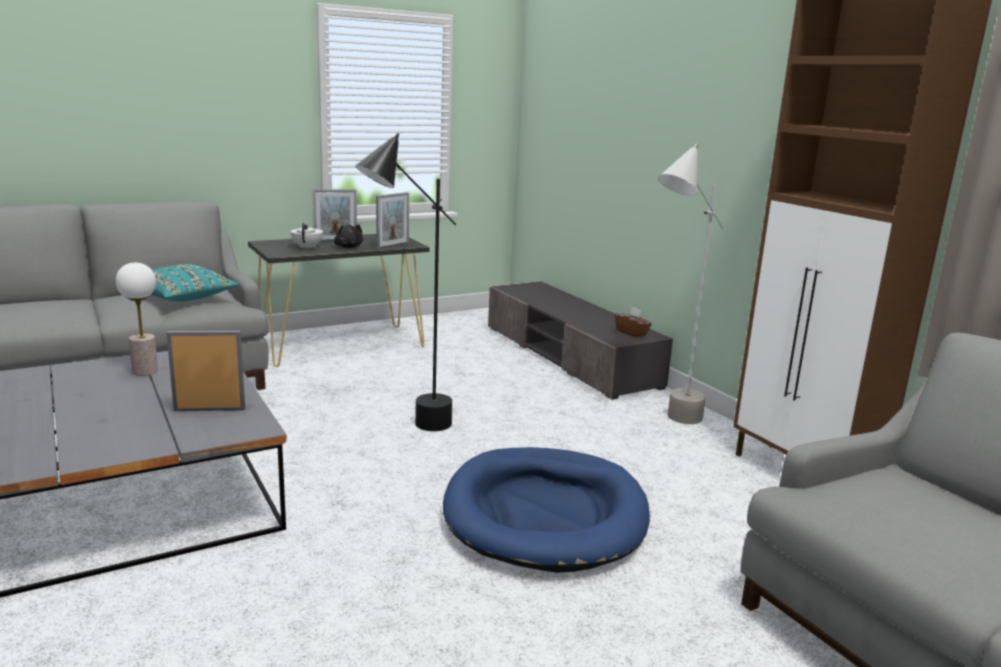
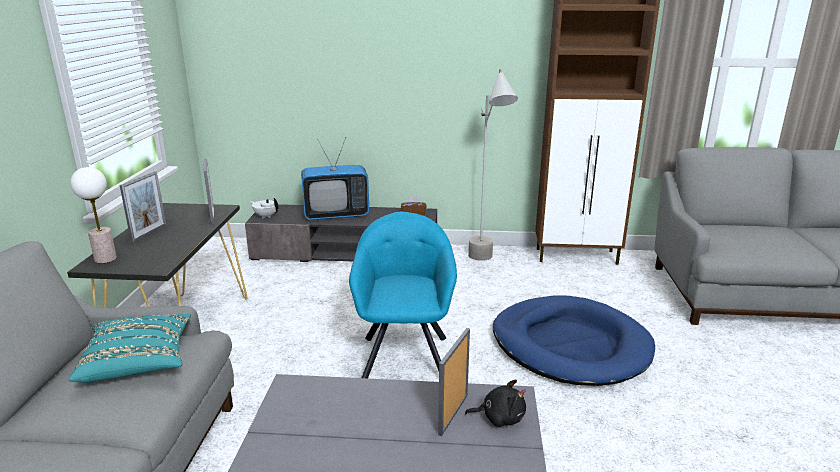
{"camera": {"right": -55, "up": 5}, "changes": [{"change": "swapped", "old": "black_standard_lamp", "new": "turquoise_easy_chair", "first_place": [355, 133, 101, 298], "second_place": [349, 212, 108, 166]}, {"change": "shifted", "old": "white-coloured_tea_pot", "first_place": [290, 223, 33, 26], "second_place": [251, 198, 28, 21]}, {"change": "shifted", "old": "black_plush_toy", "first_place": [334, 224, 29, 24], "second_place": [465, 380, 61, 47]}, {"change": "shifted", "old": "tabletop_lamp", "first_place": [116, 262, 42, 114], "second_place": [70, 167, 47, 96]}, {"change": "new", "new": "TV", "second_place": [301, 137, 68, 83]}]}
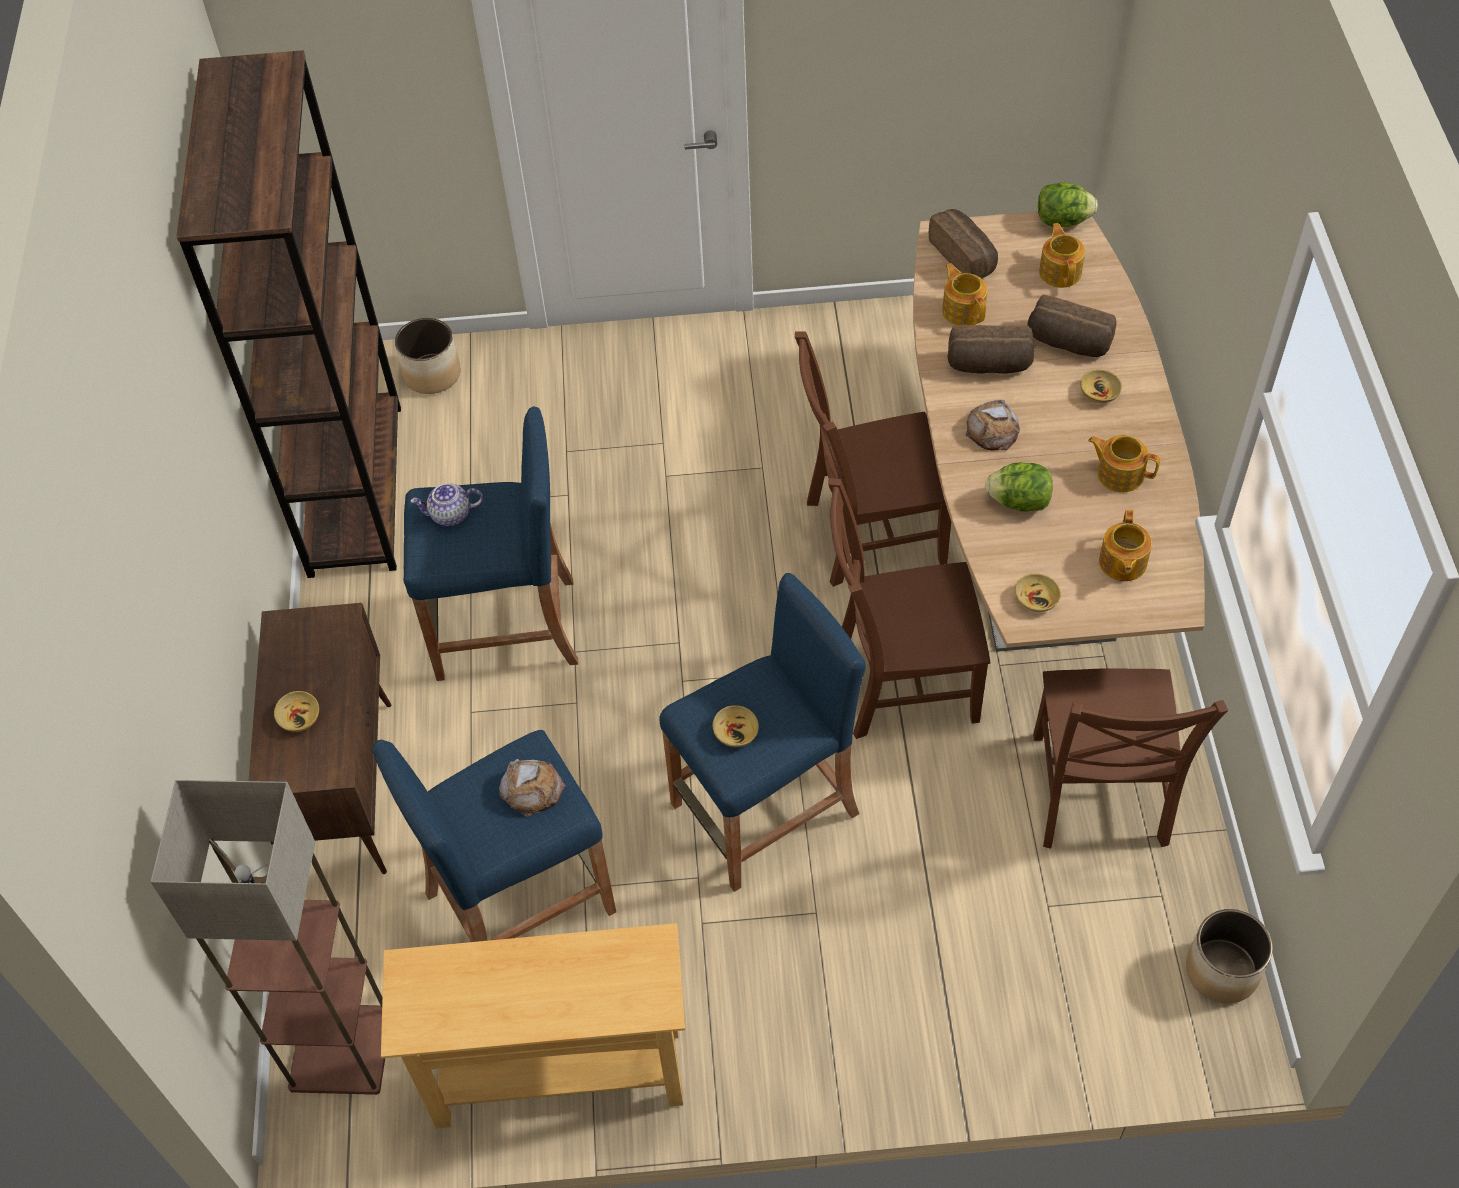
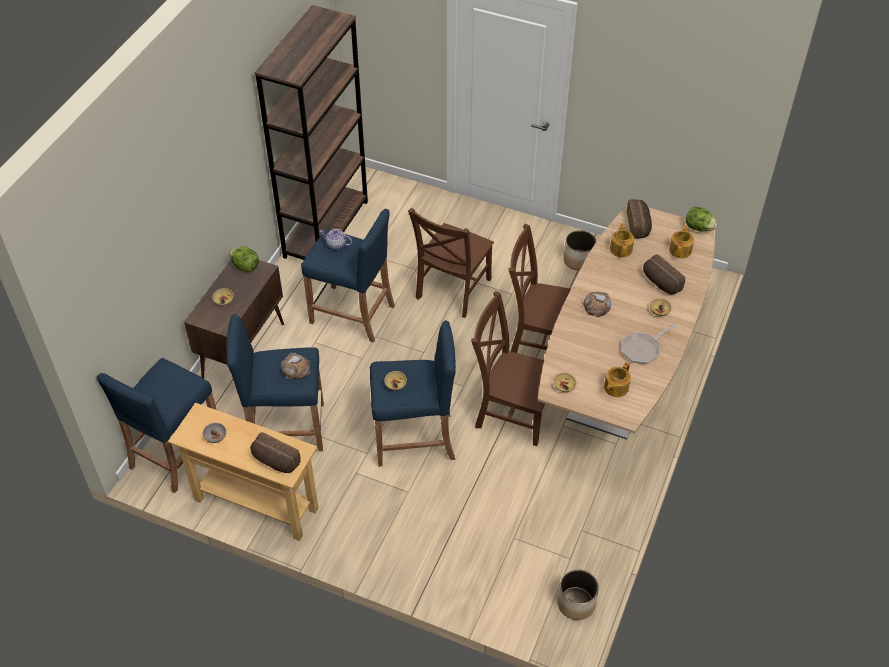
{"camera": {"right": 25, "up": -5}, "changes": [{"change": "shifted", "old": "flower_pot", "first_place": [395, 318, 65, 76], "second_place": [563, 230, 33, 41]}, {"change": "shifted", "old": "bakery_bread", "first_place": [947, 325, 88, 49], "second_place": [250, 432, 51, 41]}, {"change": "swapped", "old": "tea_pot", "new": "frying_pan", "first_place": [1088, 435, 72, 57], "second_place": [622, 324, 54, 40]}, {"change": "shifted", "old": "head_of_lettuce", "first_place": [985, 463, 68, 49], "second_place": [229, 246, 30, 26]}, {"change": "shifted", "old": "brown-coloured_chair", "first_place": [1033, 668, 195, 181], "second_place": [408, 208, 86, 110]}, {"change": "swapped", "old": "standard_lamp", "new": "bluish_stool_seat", "first_place": [151, 780, 234, 315], "second_place": [97, 358, 119, 135]}, {"change": "new", "new": "grey_deep_dish", "second_place": [203, 423, 23, 20]}]}
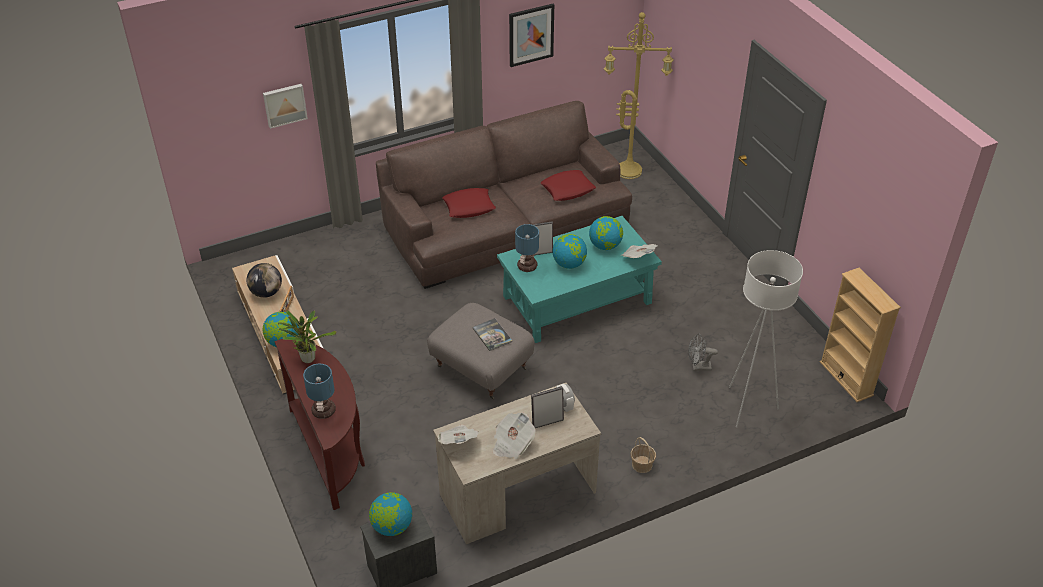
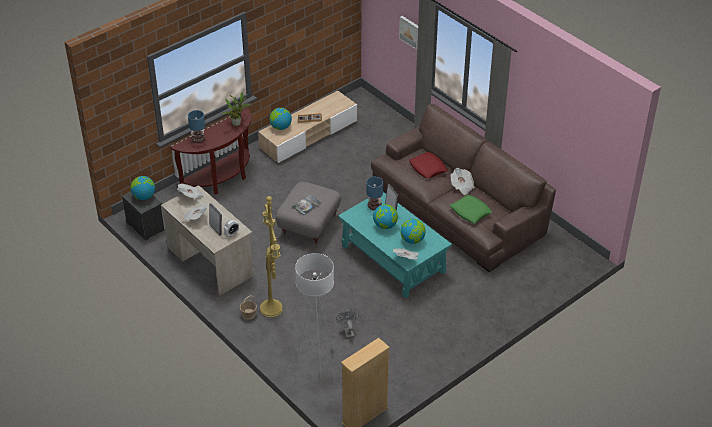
{"camera": {"right": 75, "up": 0}, "changes": [{"change": "gone", "old": "picture", "first_place": [509, 4, 45, 63]}, {"change": "shifted", "old": "yellow_standard_lamp", "first_place": [604, 12, 70, 167], "second_place": [260, 196, 23, 122]}, {"change": "repainted", "old": "red_pillow", "new": "green-coloured_pillow", "first_place": [541, 170, 55, 31], "second_place": [450, 195, 42, 28]}, {"change": "gone", "old": "globe", "first_place": [246, 263, 36, 35]}, {"change": "new", "new": "newspaper", "second_place": [450, 168, 25, 27]}]}
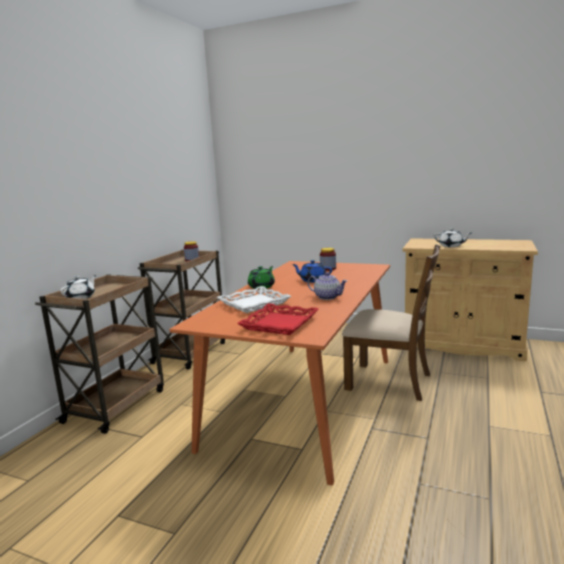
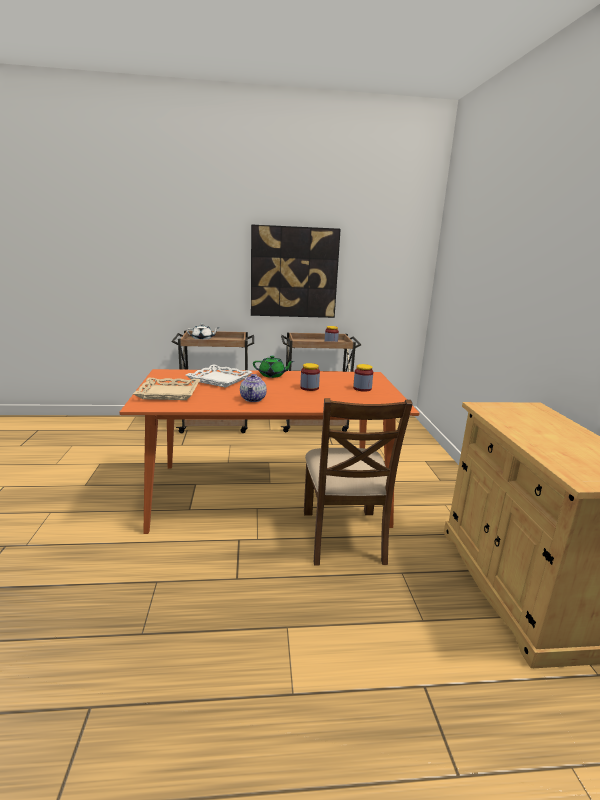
{"camera": {"right": 60, "up": 5}, "changes": [{"change": "gone", "old": "white-coloured_tea_pot", "first_place": [433, 228, 38, 19]}, {"change": "swapped", "old": "bluish_tea_pot", "new": "storage_jar", "first_place": [292, 260, 40, 23], "second_place": [300, 363, 20, 28]}, {"change": "repainted", "old": "red_carrying_tray", "new": "beige-coloured_carrying_tray", "first_place": [237, 303, 81, 32], "second_place": [133, 378, 67, 22]}, {"change": "new", "new": "picture", "second_place": [251, 224, 90, 94]}]}
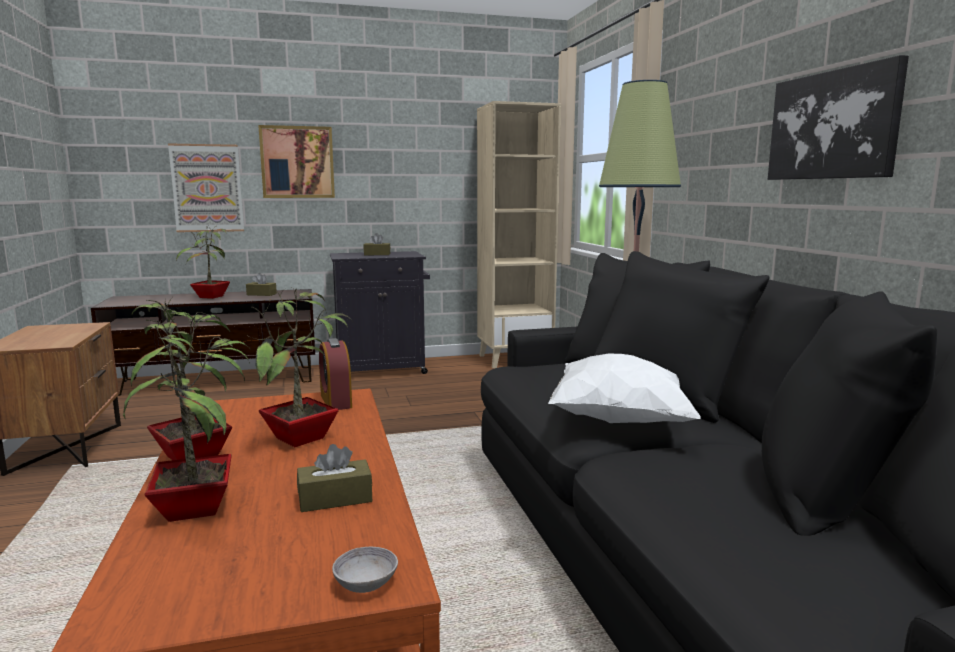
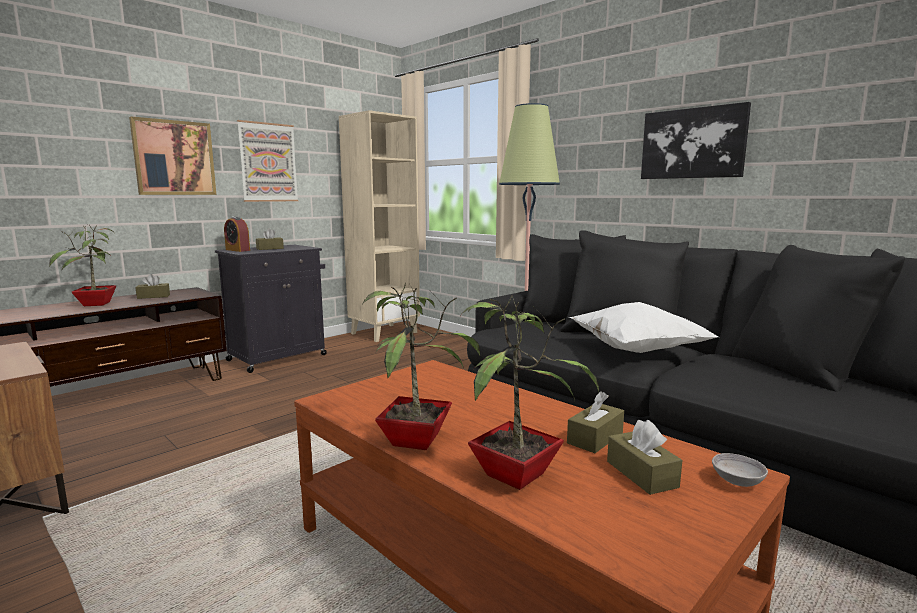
{"camera": {"right": -30, "up": 0}, "changes": [{"change": "shifted", "old": "picture", "first_place": [168, 143, 76, 89], "second_place": [237, 120, 61, 82]}, {"change": "gone", "old": "potted_plant", "first_place": [248, 287, 105, 160]}, {"change": "shifted", "old": "table_clock", "first_place": [319, 338, 33, 72], "second_place": [224, 217, 26, 35]}, {"change": "new", "new": "brown-coloured_tissue_holder", "second_place": [607, 420, 75, 75]}]}
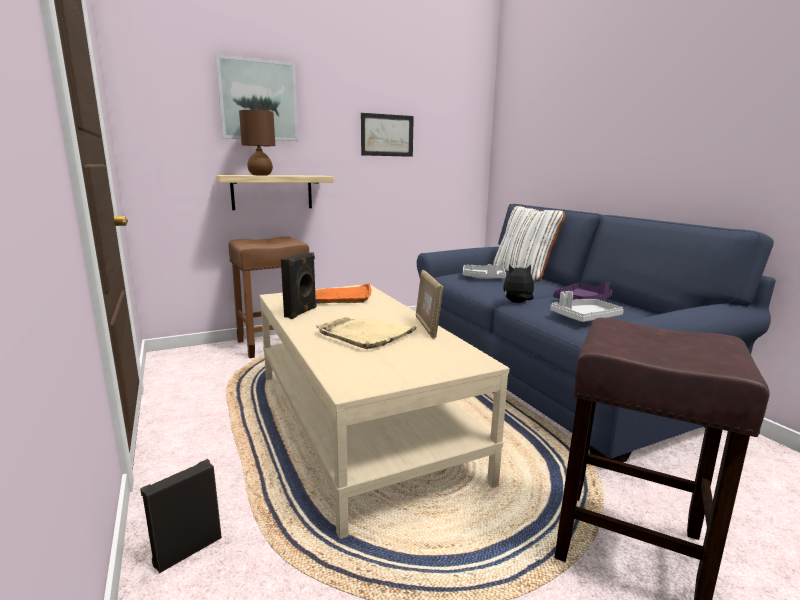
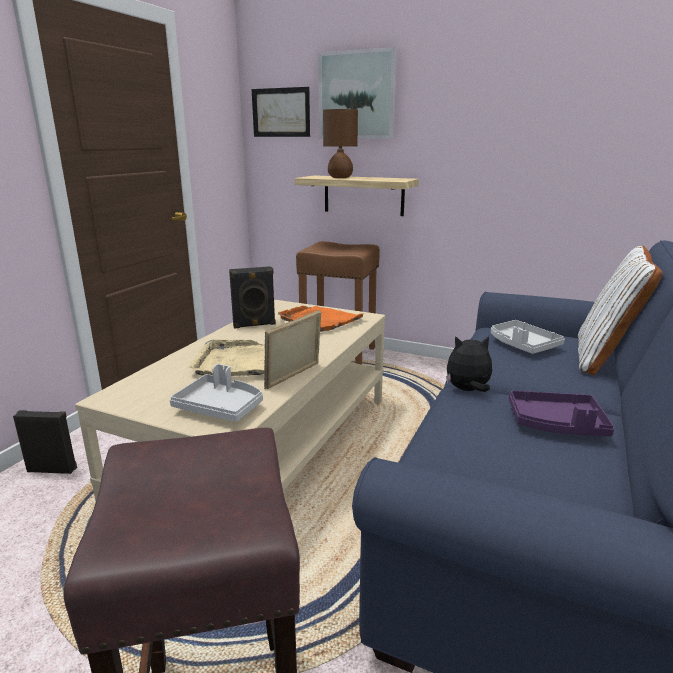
{"camera": {"right": 50, "up": 5}, "changes": [{"change": "shifted", "old": "picture", "first_place": [361, 113, 53, 44], "second_place": [252, 87, 58, 50]}, {"change": "rotated", "old": "plush_toy", "first_place": [503, 265, 31, 38], "second_place": [446, 336, 46, 56], "degrees": -45}, {"change": "shifted", "old": "grey_carrying_tray", "first_place": [550, 291, 74, 31], "second_place": [170, 364, 93, 58]}]}
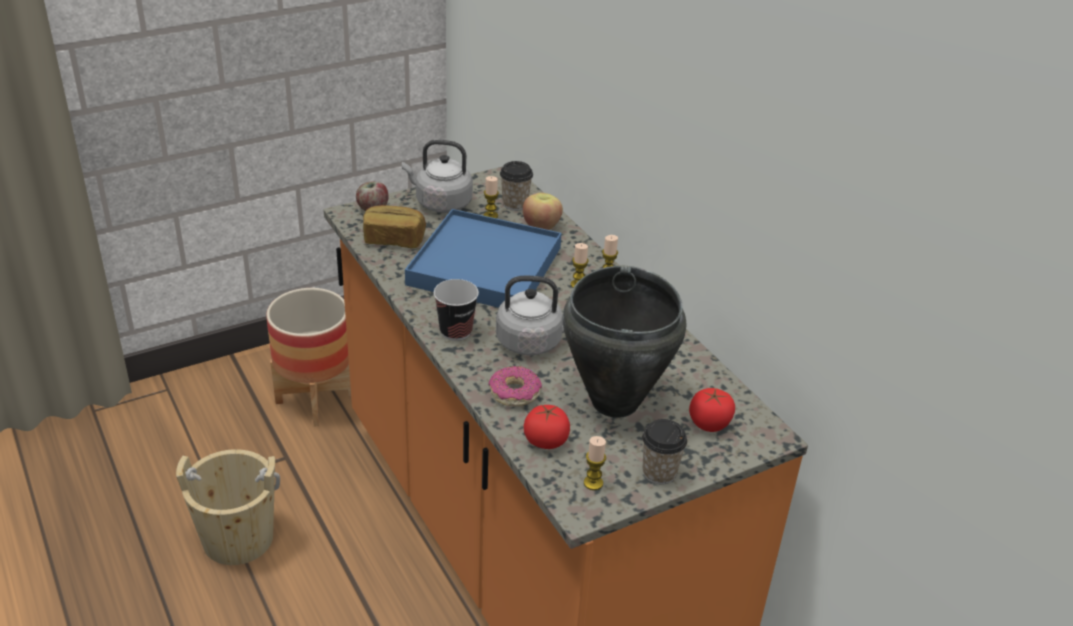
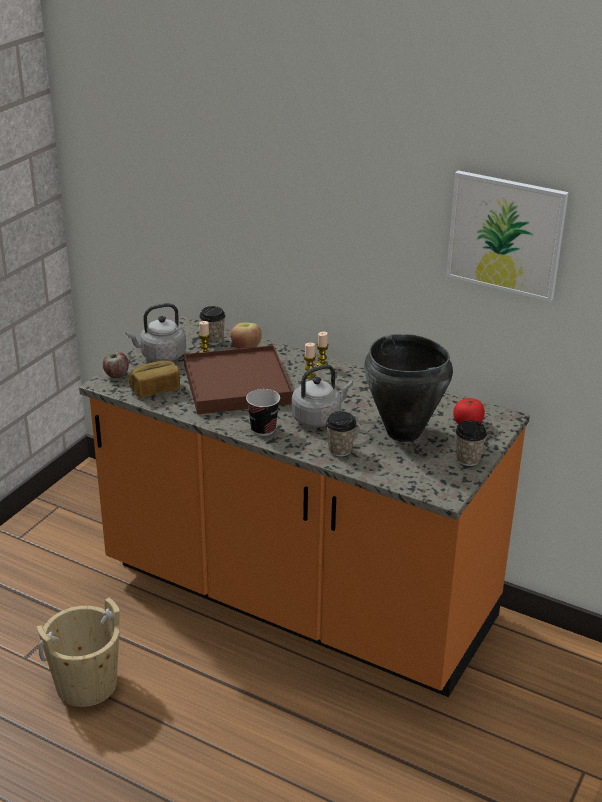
{"camera": {"right": -30, "up": -5}, "changes": [{"change": "repainted", "old": "bluish_carrying_tray", "new": "brown-coloured_carrying_tray", "first_place": [405, 209, 156, 99], "second_place": [184, 345, 109, 69]}, {"change": "gone", "old": "flower_pot", "first_place": [266, 288, 85, 139]}, {"change": "swapped", "old": "doughnut", "new": "cup", "first_place": [488, 366, 54, 40], "second_place": [326, 411, 31, 46]}, {"change": "gone", "old": "whole_tomato", "first_place": [524, 404, 46, 45]}, {"change": "gone", "old": "candle", "first_place": [584, 436, 22, 54]}, {"change": "new", "new": "picture", "second_place": [446, 170, 123, 132]}]}
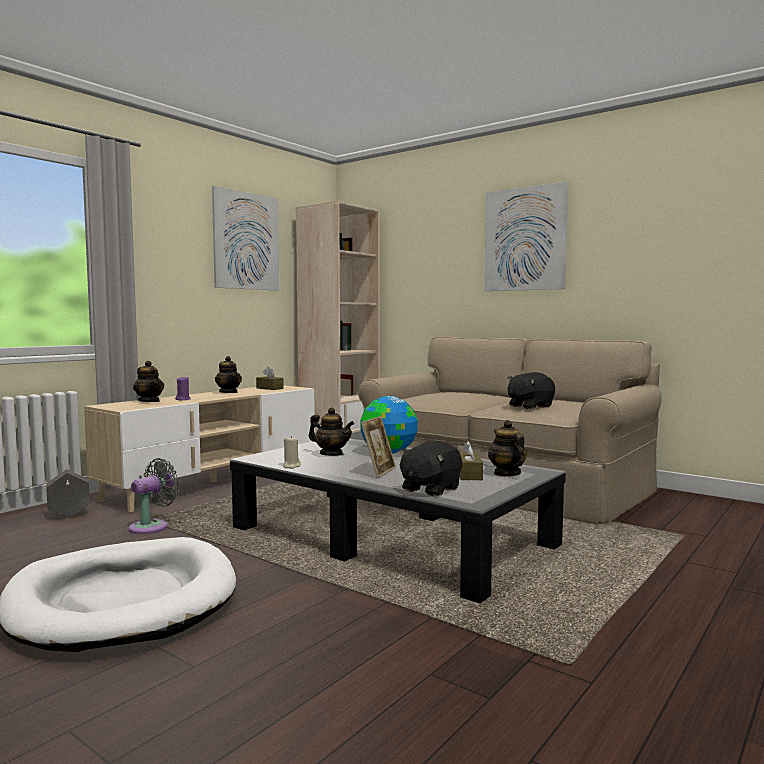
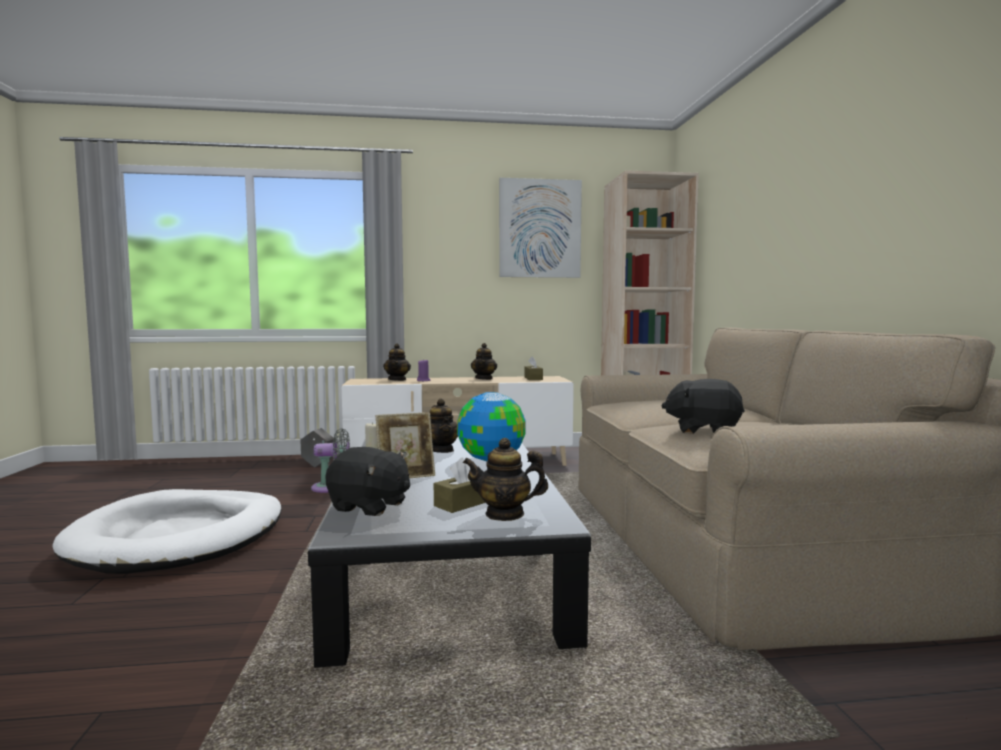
{"camera": {"right": 45, "up": 0}, "changes": [{"change": "gone", "old": "picture", "first_place": [484, 182, 84, 109]}, {"change": "rotated", "old": "tea_pot", "first_place": [488, 420, 39, 57], "second_place": [463, 438, 85, 83], "degrees": -120}, {"change": "rotated", "old": "black_plush_toy", "first_place": [398, 441, 64, 56], "second_place": [325, 447, 85, 69], "degrees": -150}]}
